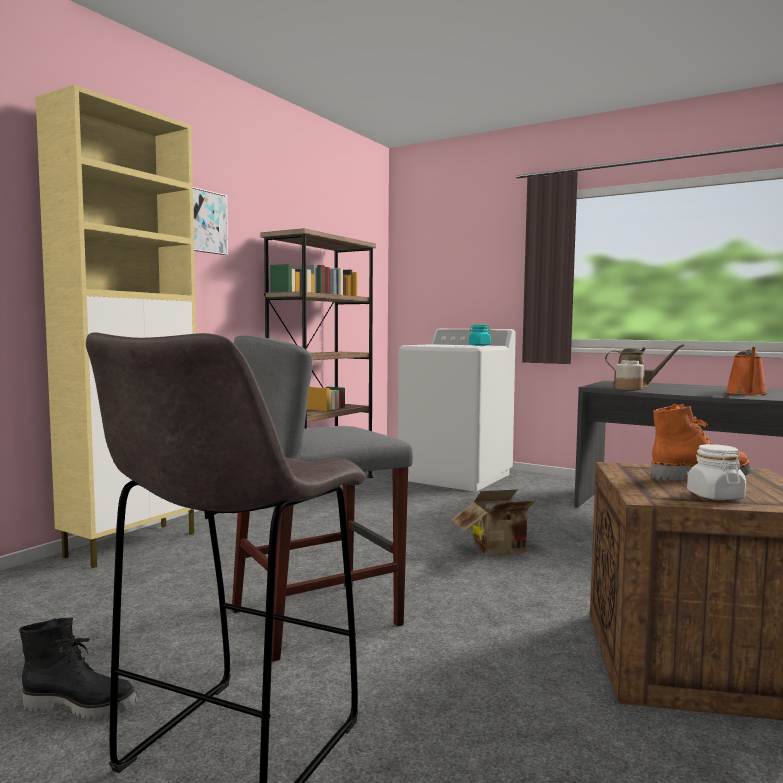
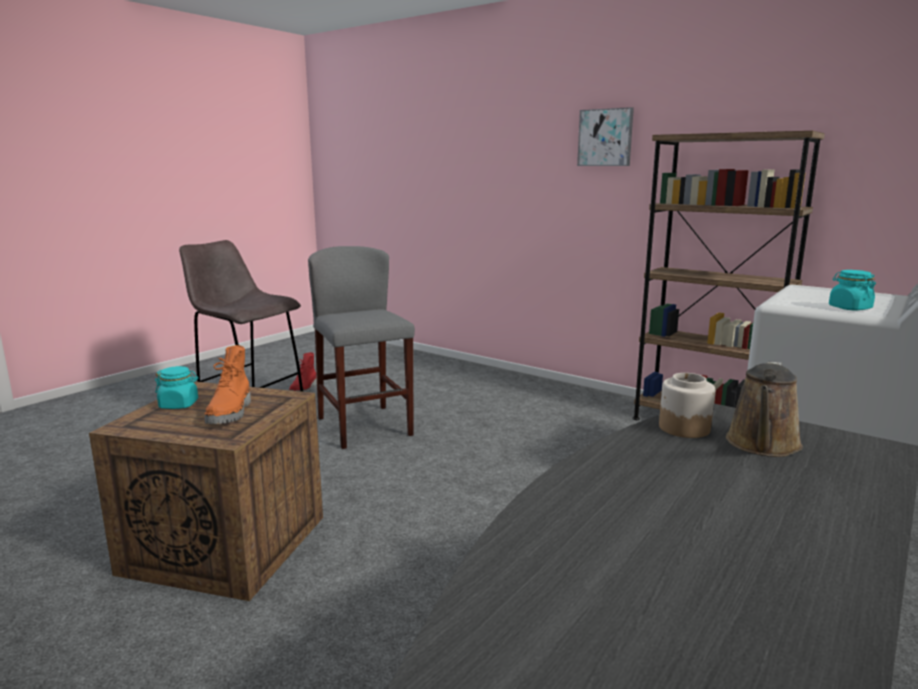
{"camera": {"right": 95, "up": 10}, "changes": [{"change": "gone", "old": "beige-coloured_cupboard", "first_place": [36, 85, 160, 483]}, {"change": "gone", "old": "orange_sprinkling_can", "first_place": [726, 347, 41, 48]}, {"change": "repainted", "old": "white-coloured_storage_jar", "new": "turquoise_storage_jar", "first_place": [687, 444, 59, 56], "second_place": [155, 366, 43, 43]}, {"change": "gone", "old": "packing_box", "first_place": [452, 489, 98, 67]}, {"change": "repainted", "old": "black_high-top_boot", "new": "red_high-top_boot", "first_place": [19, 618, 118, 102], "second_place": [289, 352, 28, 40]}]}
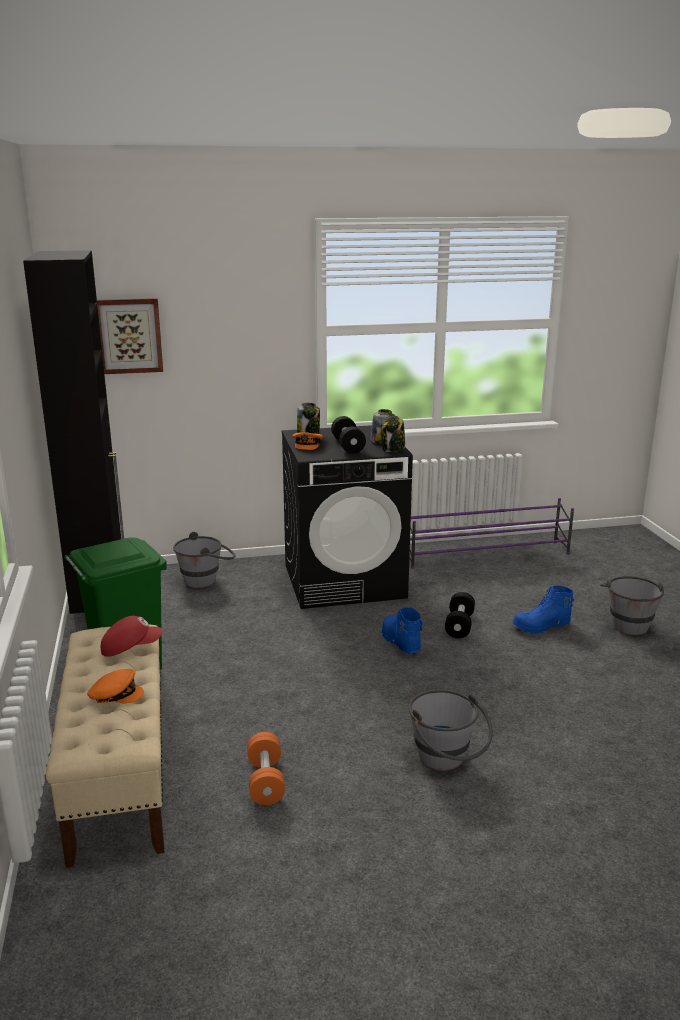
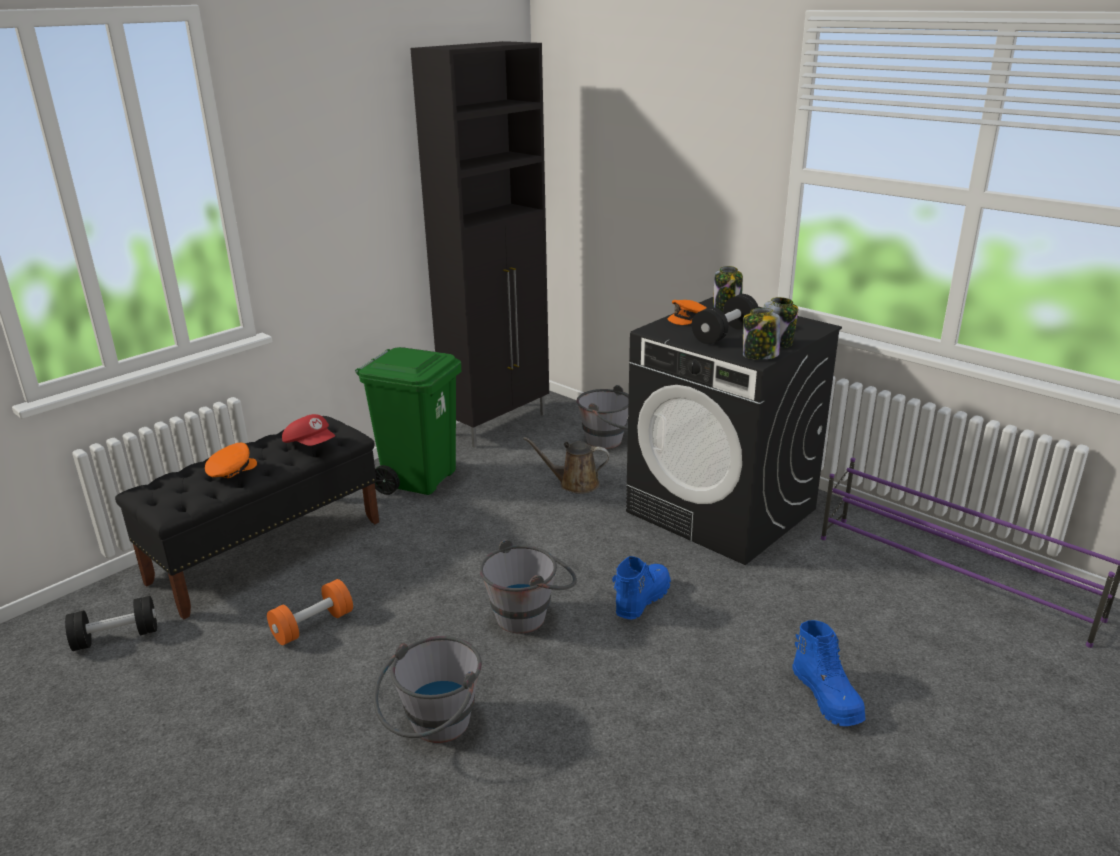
{"camera": {"right": 55, "up": 5}, "changes": [{"change": "gone", "old": "picture", "first_place": [97, 298, 66, 76]}, {"change": "shifted", "old": "grey_bucket", "first_place": [600, 576, 64, 59], "second_place": [480, 540, 97, 93]}, {"change": "rotated", "old": "bluish_high-top_boot", "first_place": [512, 585, 62, 49], "second_place": [793, 620, 72, 106], "degrees": -150}, {"change": "shifted", "old": "black_free_weight", "first_place": [445, 592, 30, 47], "second_place": [65, 596, 92, 55]}, {"change": "repainted", "old": "beige-coloured_indoor_bench", "new": "black_indoor_bench", "first_place": [46, 624, 118, 244], "second_place": [115, 416, 264, 204]}, {"change": "rotated", "old": "orange_peaked_cap", "first_place": [87, 669, 57, 34], "second_place": [205, 443, 52, 35], "degrees": -105}, {"change": "new", "new": "brown-coloured_sprinkling_can", "second_place": [523, 437, 87, 57]}]}
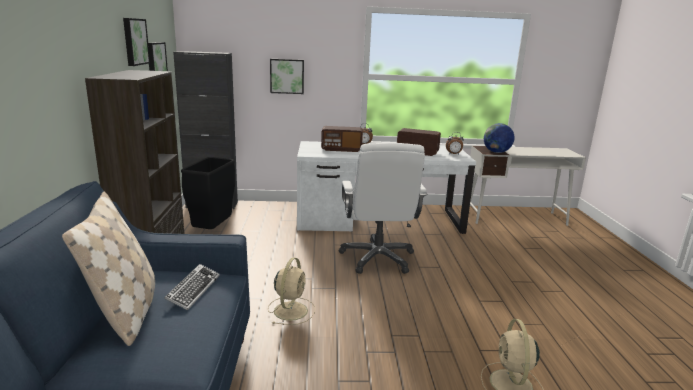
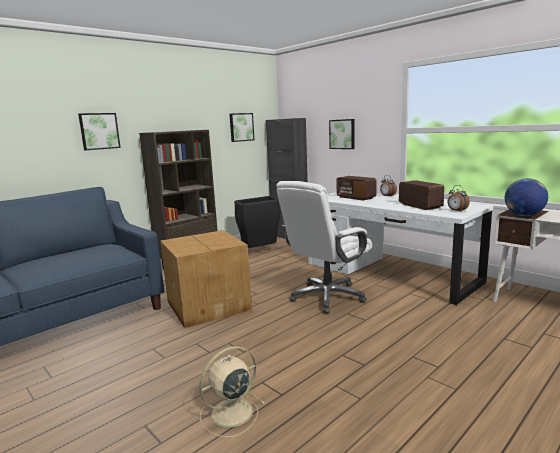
{"camera": {"right": 50, "up": -5}, "changes": [{"change": "shifted", "old": "picture", "first_place": [123, 18, 27, 48], "second_place": [78, 113, 43, 37]}, {"change": "gone", "old": "beige-coloured_pillow", "first_place": [62, 192, 93, 154]}, {"change": "swapped", "old": "beige-coloured_fan", "new": "packing_box", "first_place": [268, 257, 47, 68], "second_place": [160, 230, 92, 98]}, {"change": "gone", "old": "computer_keyboard", "first_place": [164, 264, 56, 46]}]}
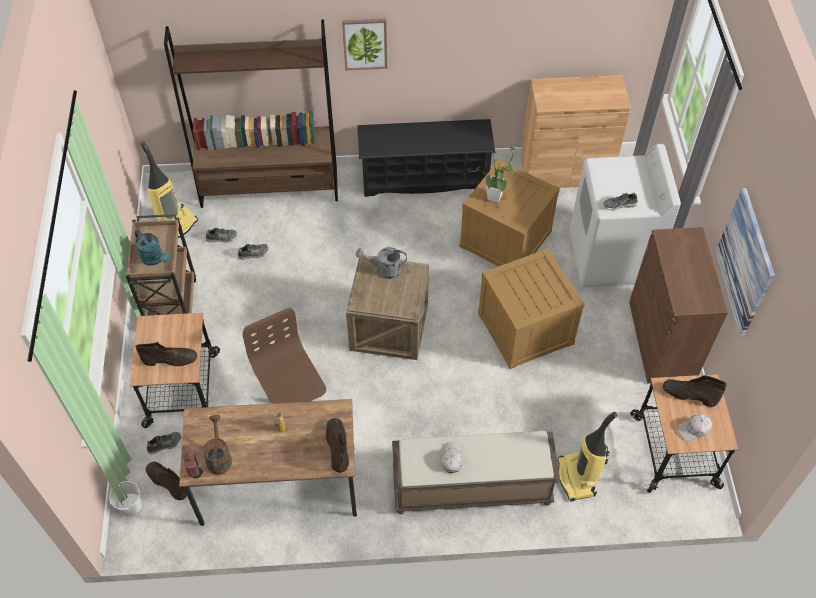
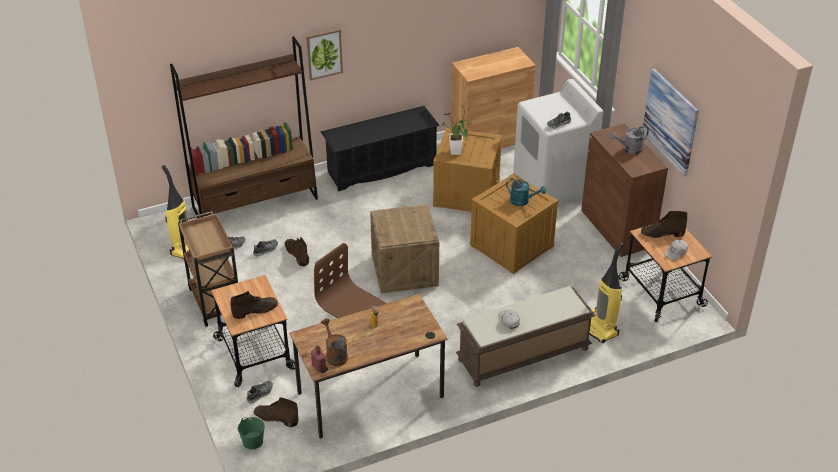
{"camera": {"right": -20, "up": -15}, "changes": [{"change": "shifted", "old": "turquoise_sprinkling_can", "first_place": [134, 230, 36, 36], "second_place": [506, 178, 40, 28]}, {"change": "shifted", "old": "grey_sprinkling_can", "first_place": [356, 247, 51, 32], "second_place": [610, 126, 39, 29]}, {"change": "shifted", "old": "brown-coloured_high-top_boot", "first_place": [326, 418, 23, 55], "second_place": [285, 237, 24, 29]}, {"change": "repainted", "old": "white-coloured_bucket", "new": "green-coloured_bucket", "first_place": [109, 481, 33, 35], "second_place": [238, 417, 27, 33]}]}
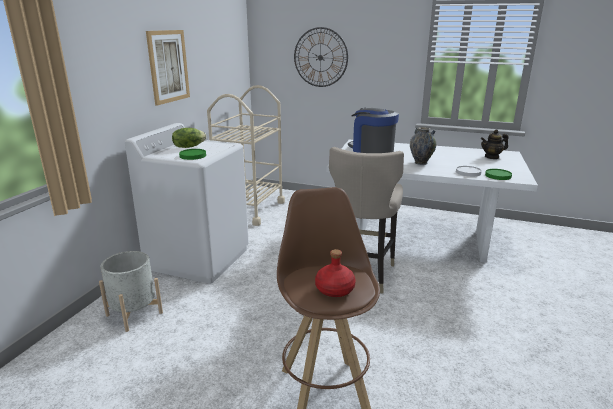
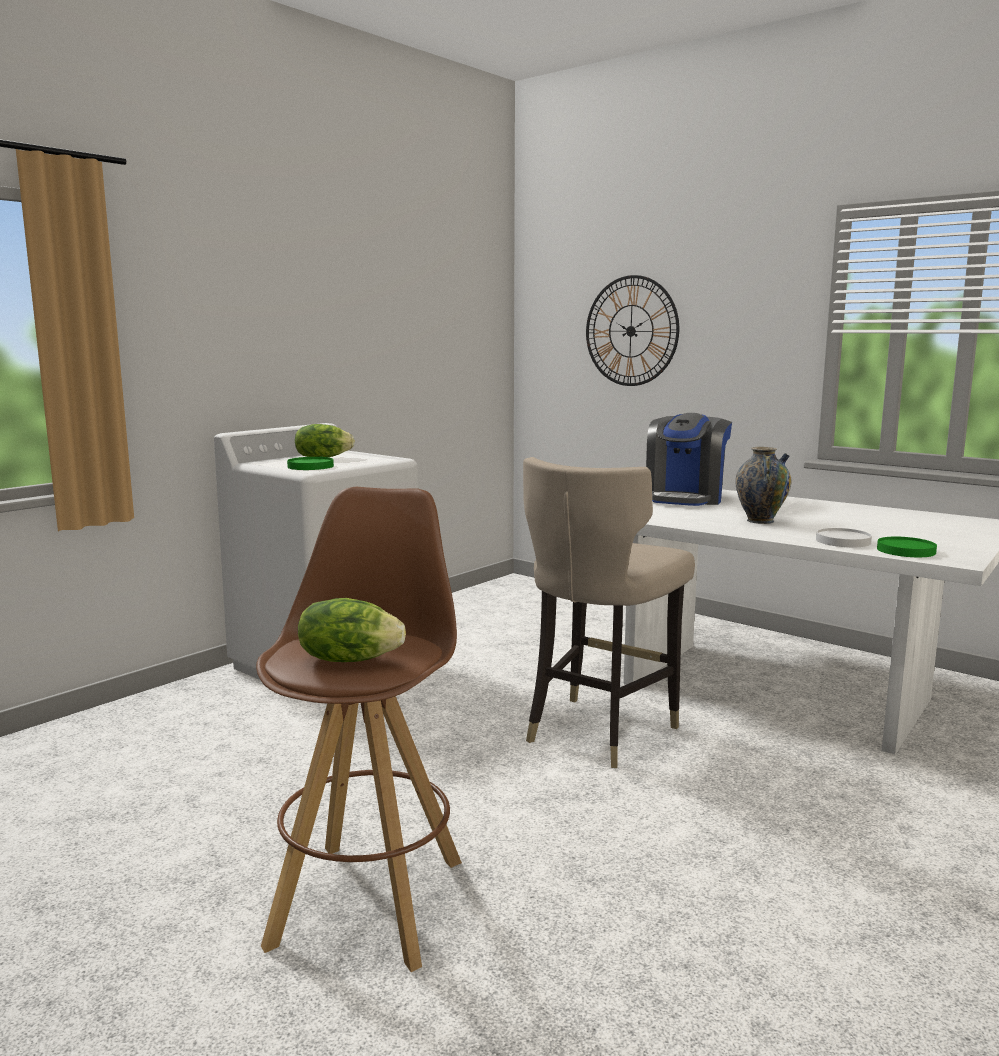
{"camera": {"right": 20, "up": -10}, "changes": [{"change": "gone", "old": "picture", "first_place": [146, 30, 44, 76]}, {"change": "gone", "old": "beige-coloured_cart", "first_place": [207, 85, 78, 141]}, {"change": "rotated", "old": "coffee_brewer", "first_place": [348, 108, 51, 45], "second_place": [646, 413, 86, 93], "degrees": -135}, {"change": "gone", "old": "tea_pot", "first_place": [481, 129, 28, 30]}, {"change": "swapped", "old": "red_beverage_bottle", "new": "head_of_lettuce", "first_place": [315, 249, 41, 48], "second_place": [298, 598, 108, 64]}, {"change": "gone", "old": "grey_flower_pot", "first_place": [99, 251, 64, 81]}]}
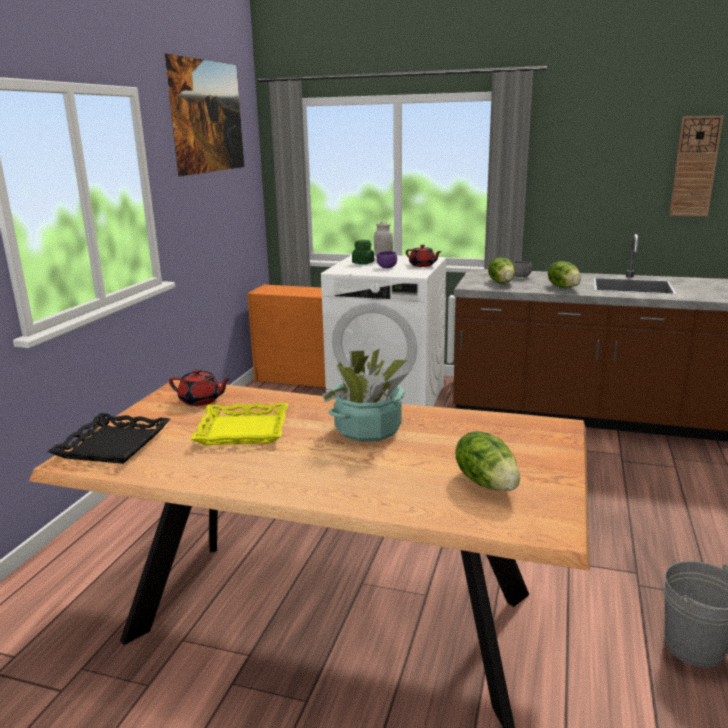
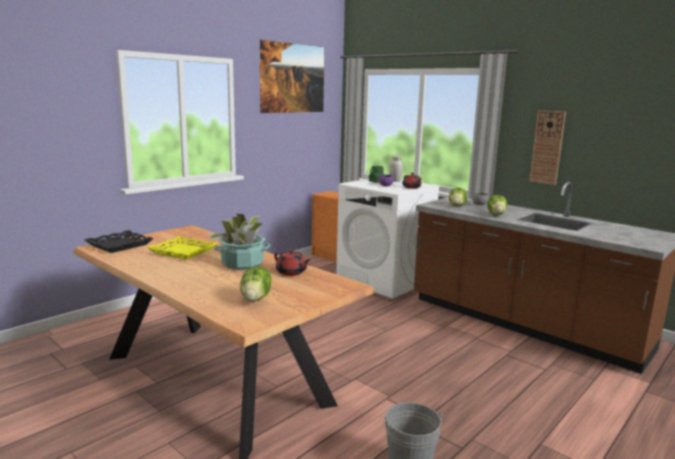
{"camera": {"right": 25, "up": -5}, "changes": [{"change": "shifted", "old": "hanging_clock", "first_place": [669, 116, 54, 100], "second_place": [529, 110, 37, 75]}, {"change": "shifted", "old": "red_tea_pot", "first_place": [169, 369, 62, 37], "second_place": [274, 249, 37, 27]}]}
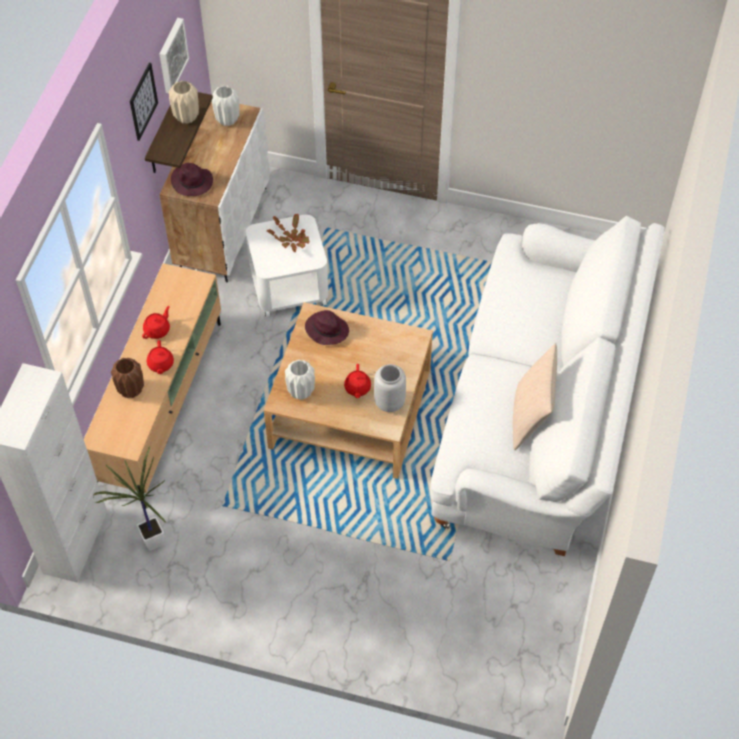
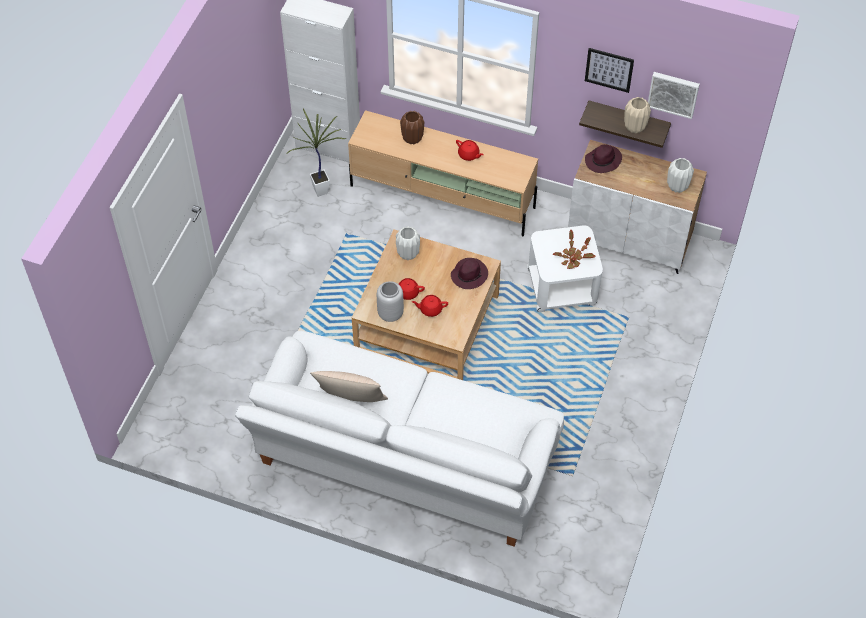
{"camera": {"right": 95, "up": 0}, "changes": [{"change": "shifted", "old": "red_tea_pot", "first_place": [147, 340, 27, 34], "second_place": [412, 295, 36, 22]}]}
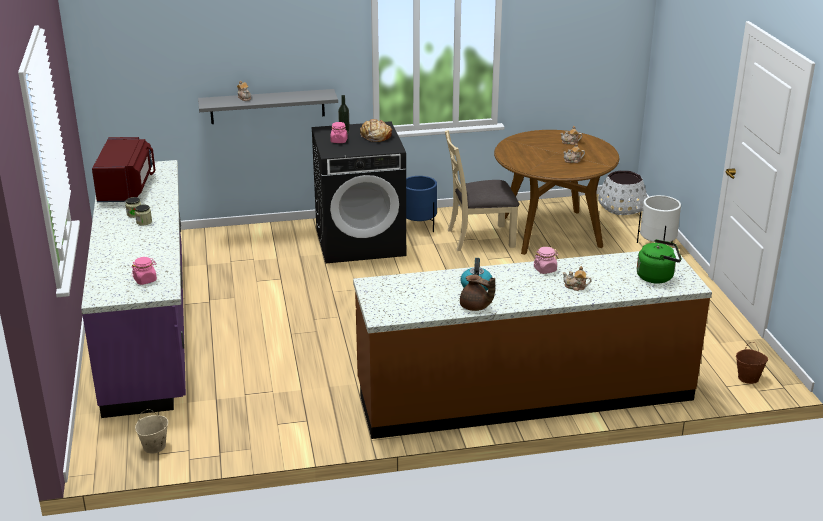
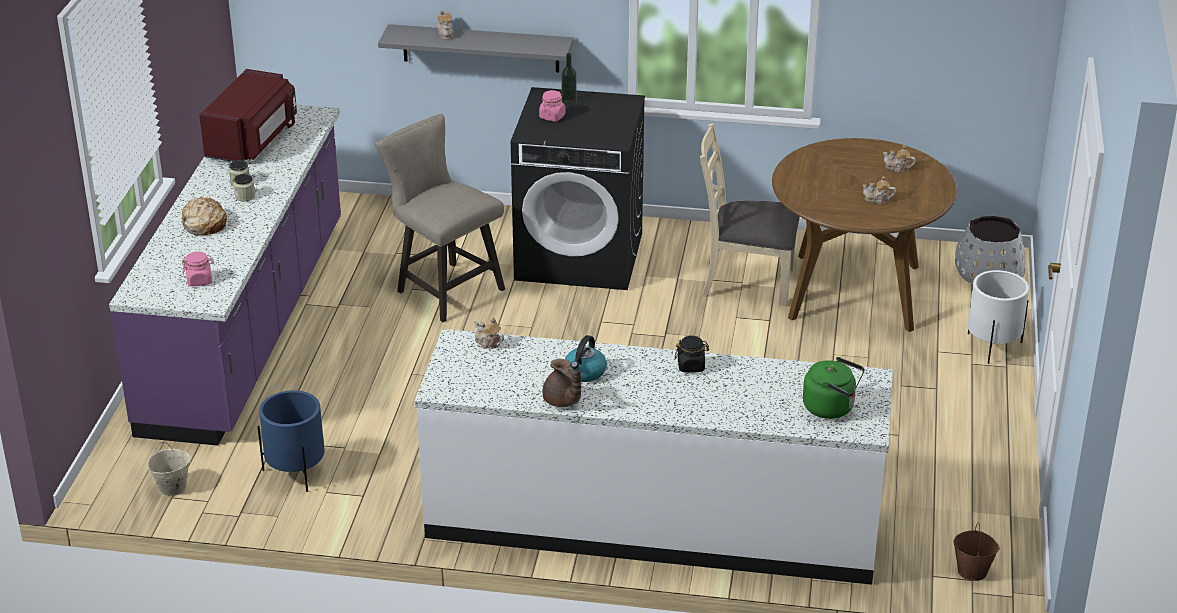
{"camera": {"right": 20, "up": 5}, "changes": [{"change": "shifted", "old": "bakery_bread", "first_place": [360, 119, 32, 23], "second_place": [182, 197, 45, 39]}, {"change": "shifted", "old": "bluish_flower_pot", "first_place": [406, 176, 31, 57], "second_place": [258, 390, 67, 102]}, {"change": "repainted", "old": "pink_storage_jar", "new": "black_storage_jar", "first_place": [534, 247, 24, 27], "second_place": [675, 336, 34, 37]}, {"change": "repainted", "old": "brown-coloured_kitchen_base_unit", "new": "white-coloured_kitchen_base_unit", "first_place": [353, 248, 359, 191], "second_place": [415, 329, 478, 256]}, {"change": "shifted", "old": "tea_pot", "first_place": [563, 266, 29, 25], "second_place": [474, 318, 30, 31]}, {"change": "new", "new": "beige-coloured_stool_seat", "second_place": [376, 114, 129, 208]}]}
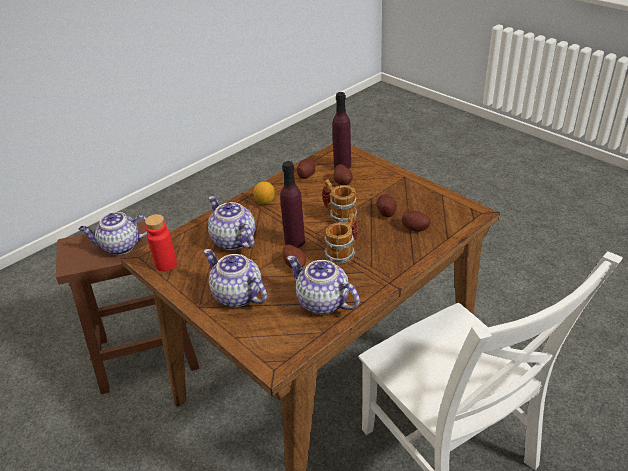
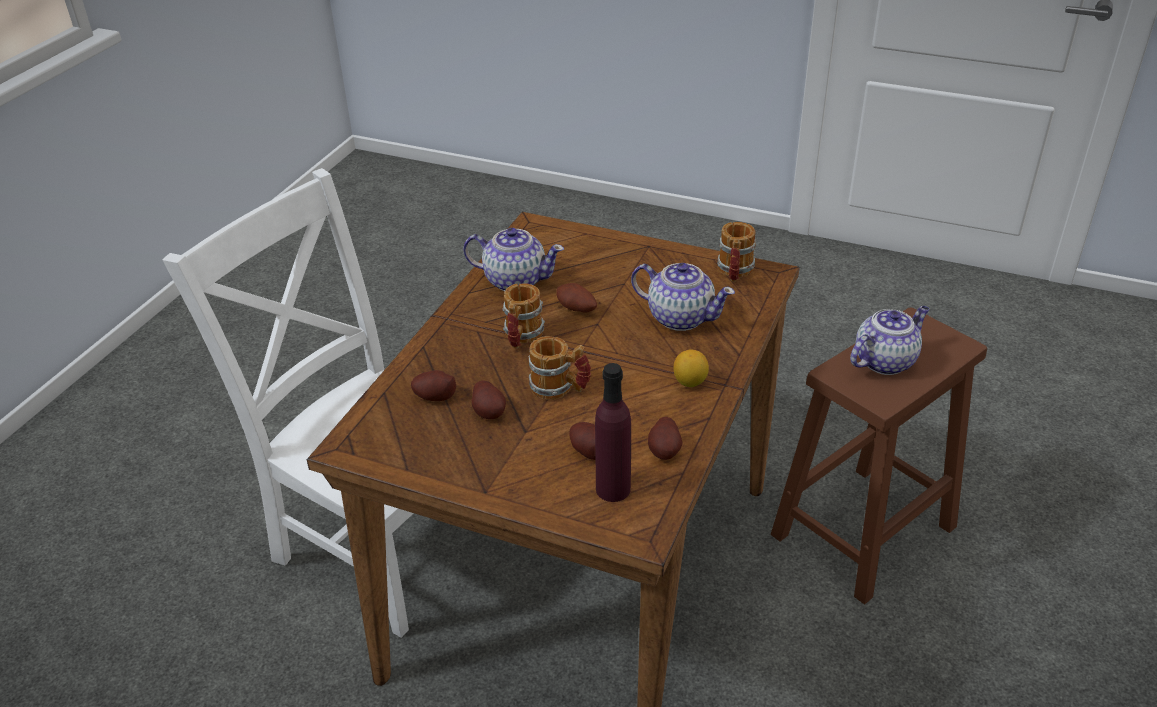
{"camera": {"right": 155, "up": 0}, "changes": [{"change": "gone", "old": "purple-coloured_beverage_bottle", "first_place": [280, 161, 25, 87]}, {"change": "swapped", "old": "red_beverage_bottle", "new": "coffee_mug", "first_place": [145, 214, 32, 57], "second_place": [717, 222, 39, 60]}, {"change": "gone", "old": "tea_pot", "first_place": [203, 249, 64, 58]}]}
